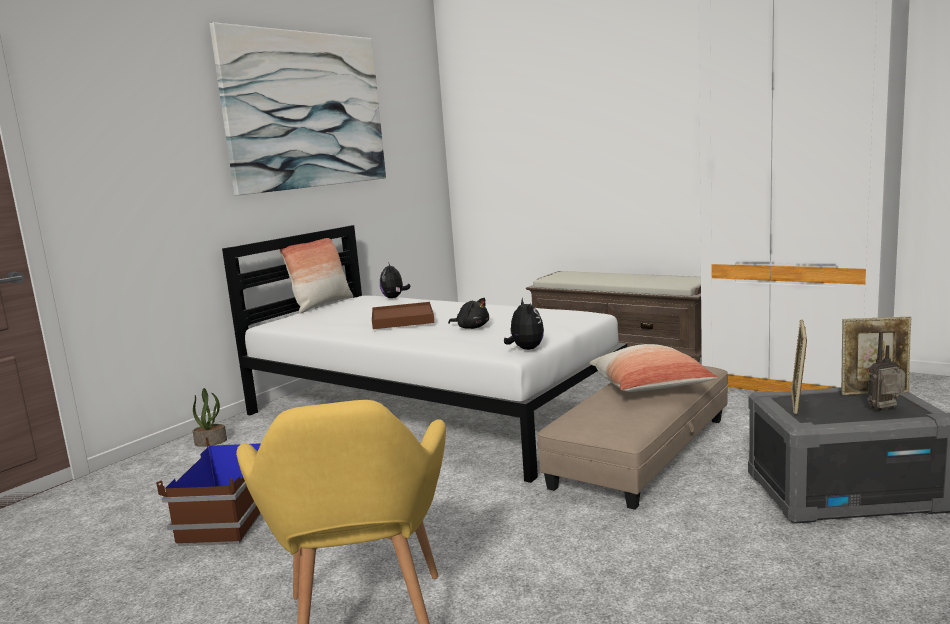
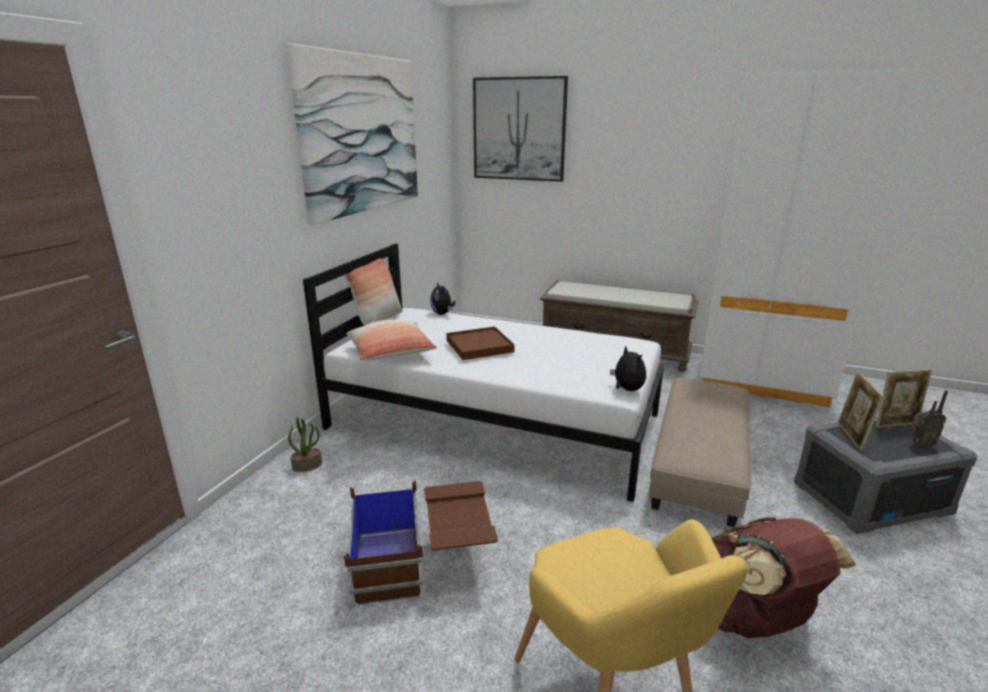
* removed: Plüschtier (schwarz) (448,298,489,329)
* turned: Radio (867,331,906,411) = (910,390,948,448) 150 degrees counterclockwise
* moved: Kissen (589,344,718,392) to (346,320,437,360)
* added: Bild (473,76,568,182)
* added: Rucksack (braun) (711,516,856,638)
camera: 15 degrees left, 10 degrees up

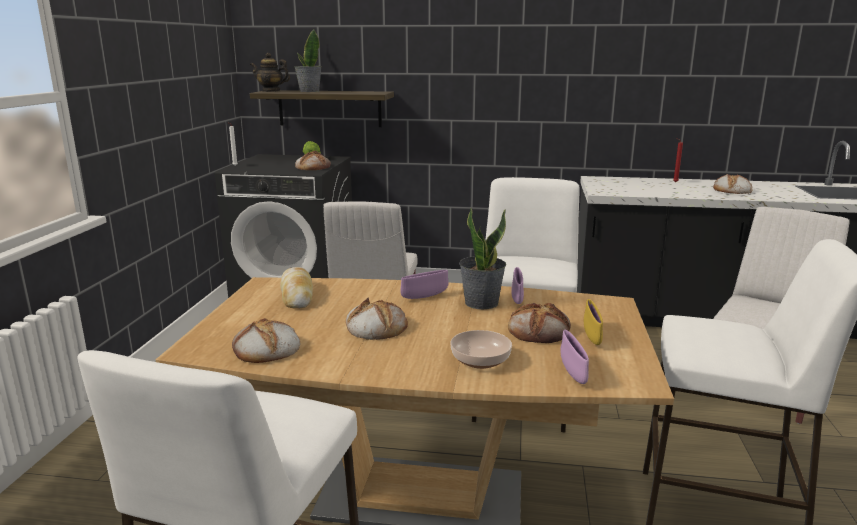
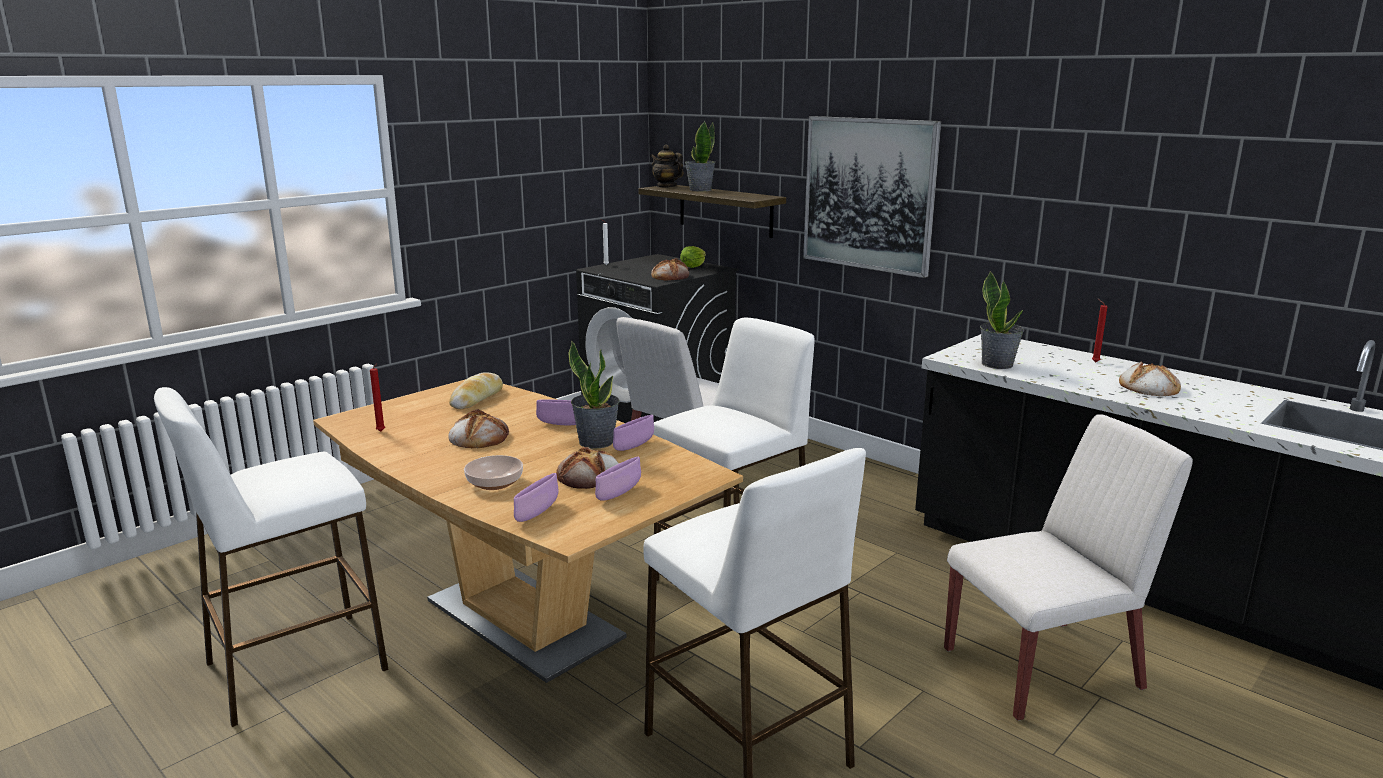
* recoloured: Schüssel (gelb) (584,299,603,345) to Schüssel (lila) (595,457,641,501)
* replaced: Brot (232,318,300,363) to Kerze (rot) (370,364,385,431)
* added: Bild (803,116,941,278)
* added: Topfpflanze (980,271,1024,369)
camera: 35 degrees right, 0 degrees up

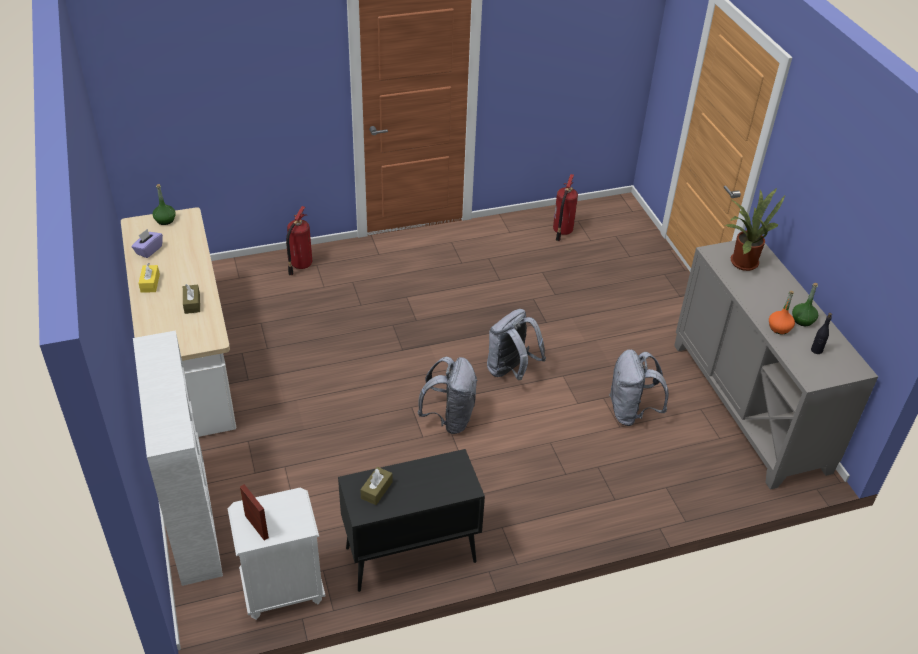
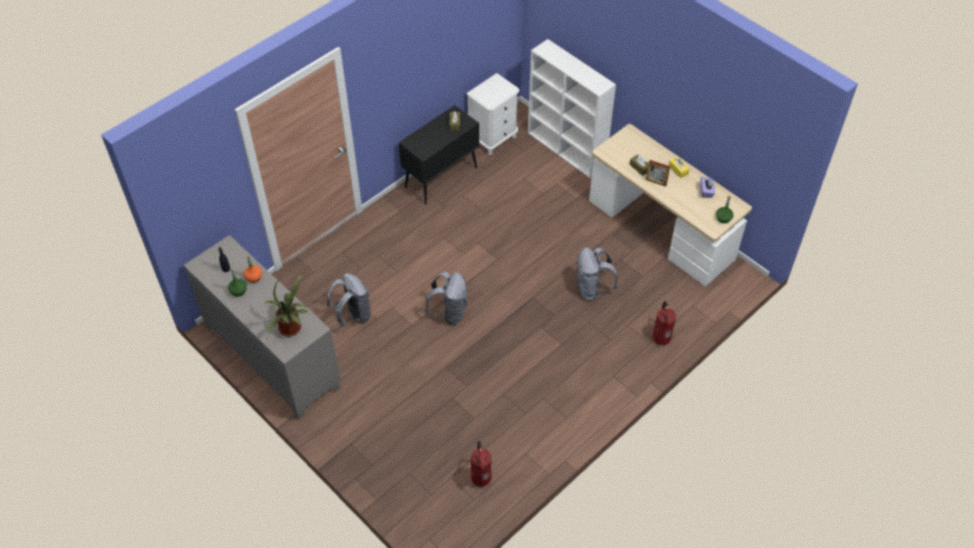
* moved: Rucksack (grau) (417,357,478,434) to (575,247,618,300)
* moved: Bilderrahmen (240,484,269,541) to (646,160,670,187)
camera: 155 degrees right, 10 degrees up

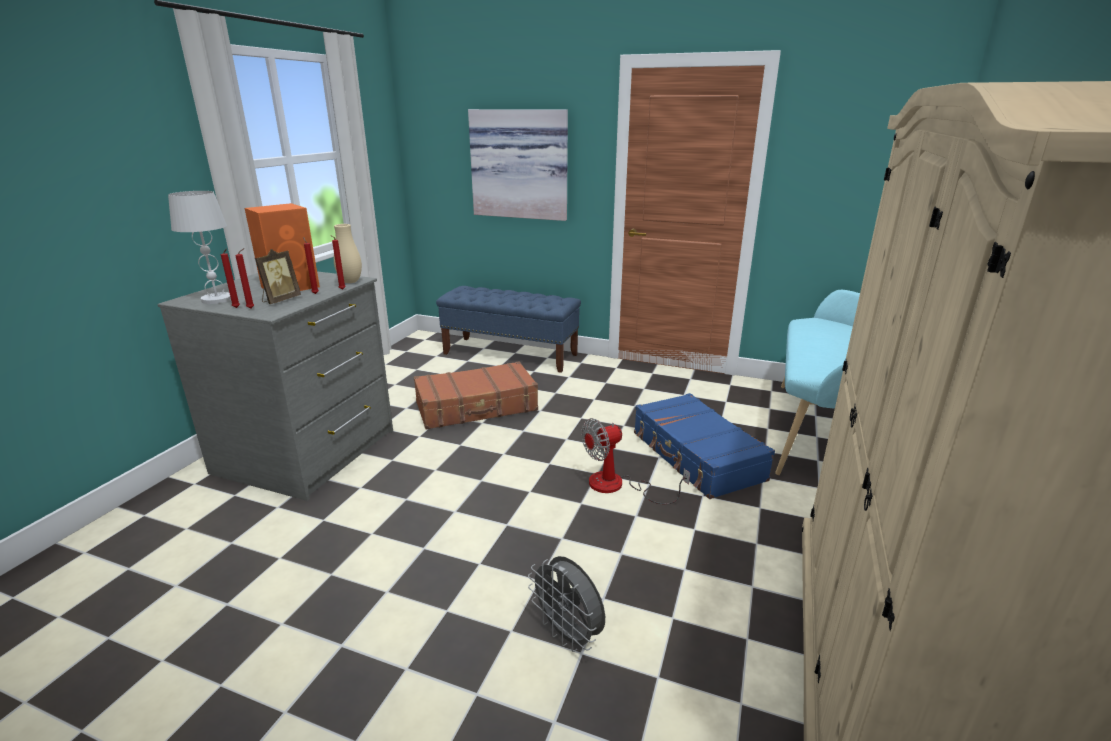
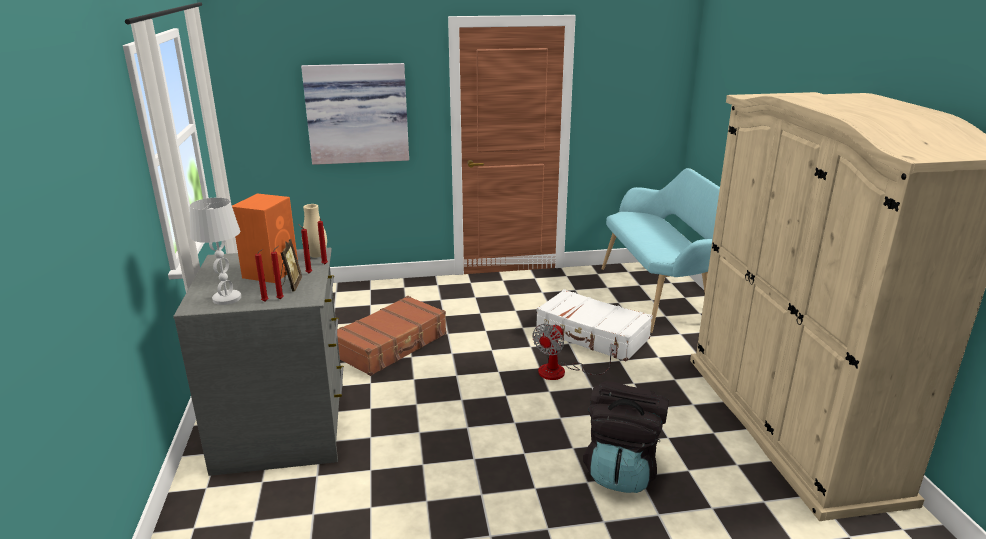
* removed: Bank (blau) (436,286,581,373)
* recoloured: Koffer (blau) (634,393,775,499) to Koffer (weiß) (536,289,653,361)
* replaced: Ventilator (grau) (528,556,605,652) to Rucksack (schwarz) (583,381,669,493)
camera: 30 degrees left, 0 degrees up

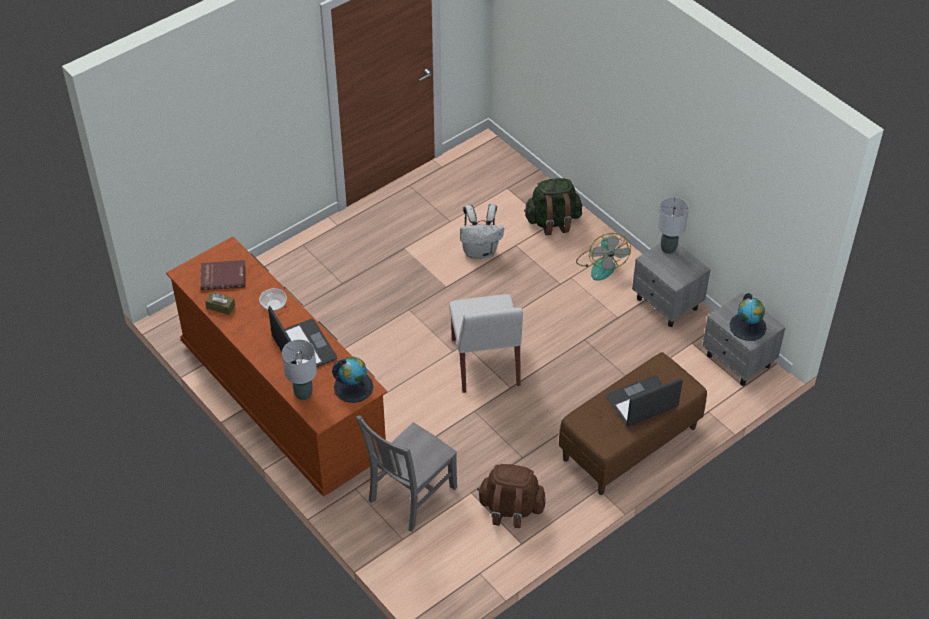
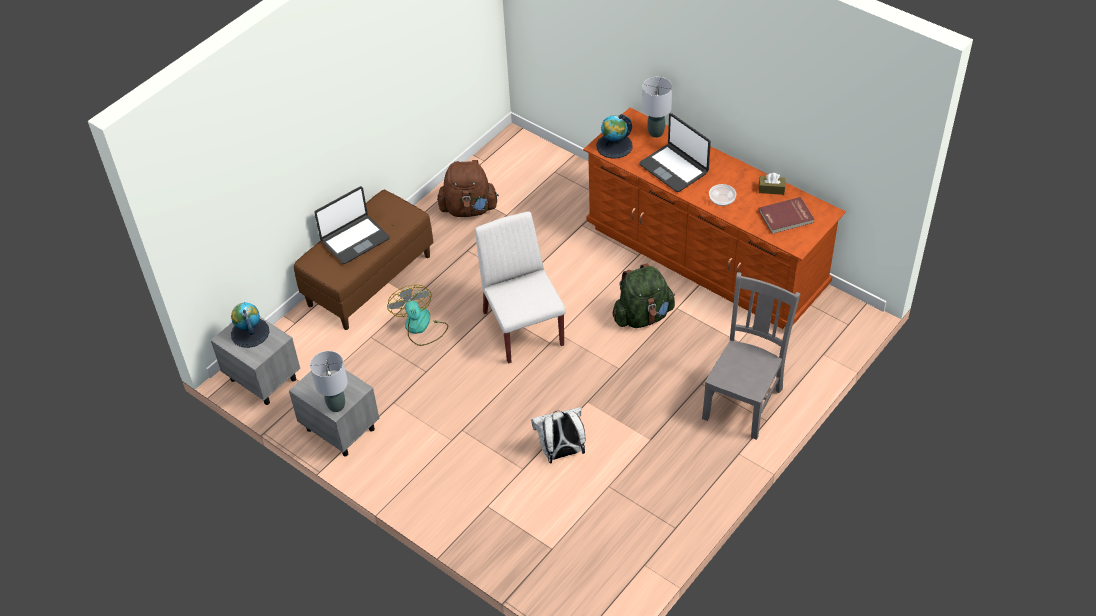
* moved: Rucksack (grün) (524,178,582,235) to (612,263,675,328)
* moved: Ventilator (576,233,631,281) to (387,285,448,346)
* moved: Stuhl (grau) (356,415,457,532) to (702,272,800,440)
camera: 170 degrees right, 0 degrees up

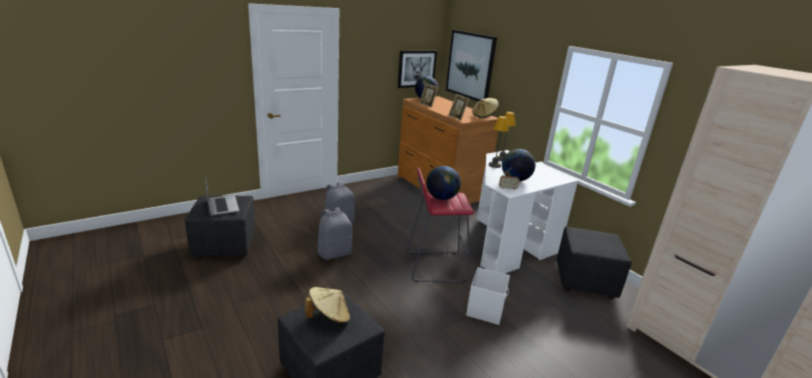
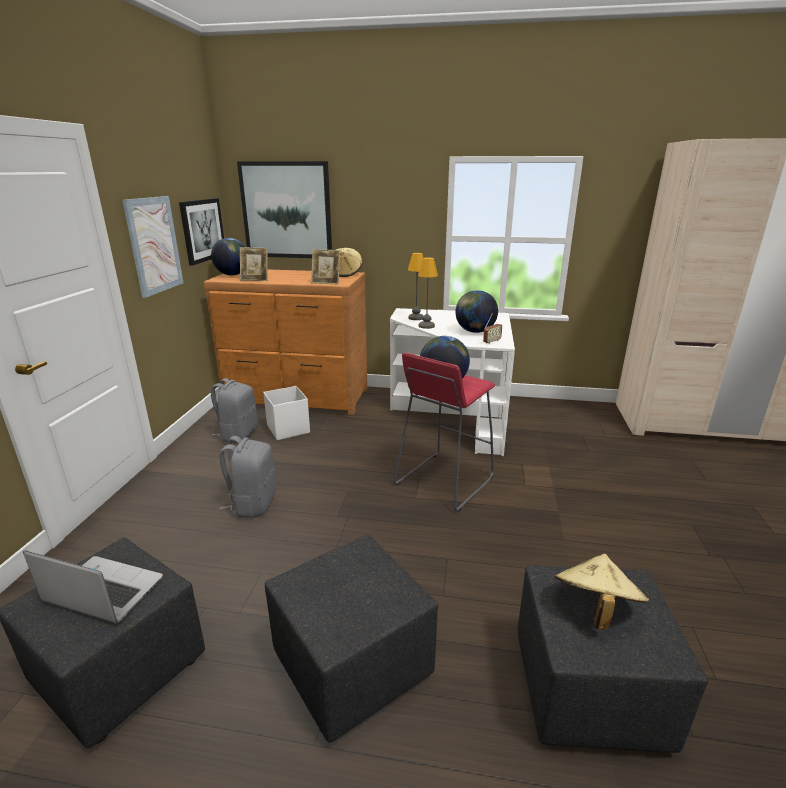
* moved: Rucksack (grau) (317,207,352,260) to (210,378,258,443)
* moved: Polsterhocker (schwarz) (557,227,632,299) to (265,534,438,743)
* moved: Aufbewahrungsbox (weiß) (466,267,510,325) to (263,386,310,440)
* added: Bild (122,196,183,298)
camera: 45 degrees left, 0 degrees up

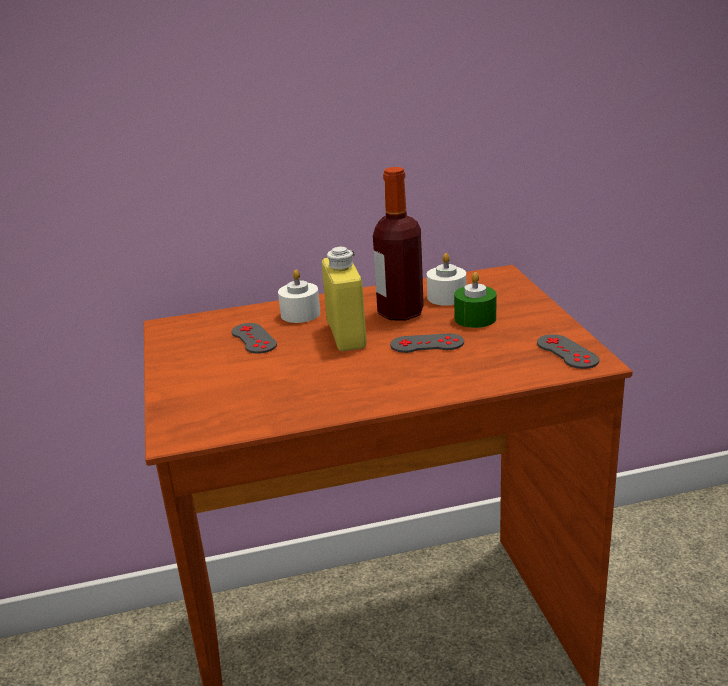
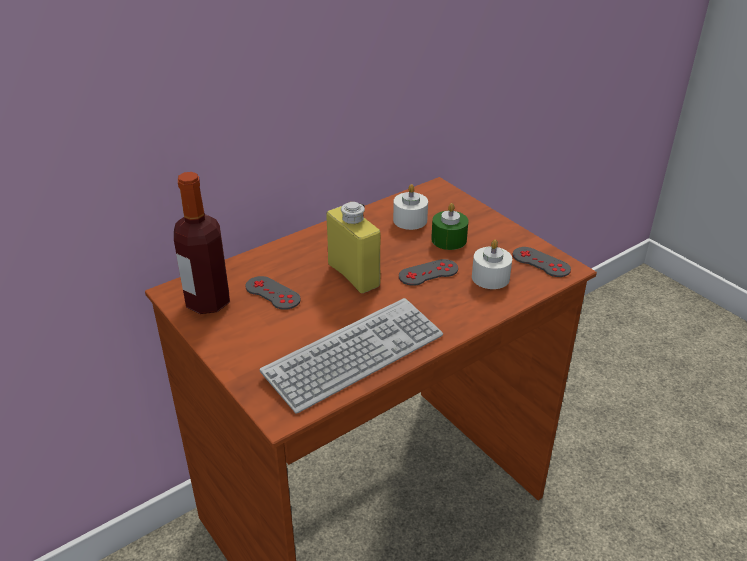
* moved: Flasche (373,167,424,321) to (174,172,230,314)
* moved: Kerze (weiß) (278,270,320,323) to (472,240,512,289)
* added: Tastatur (260,298,443,414)
camera: 25 degrees left, 10 degrees up

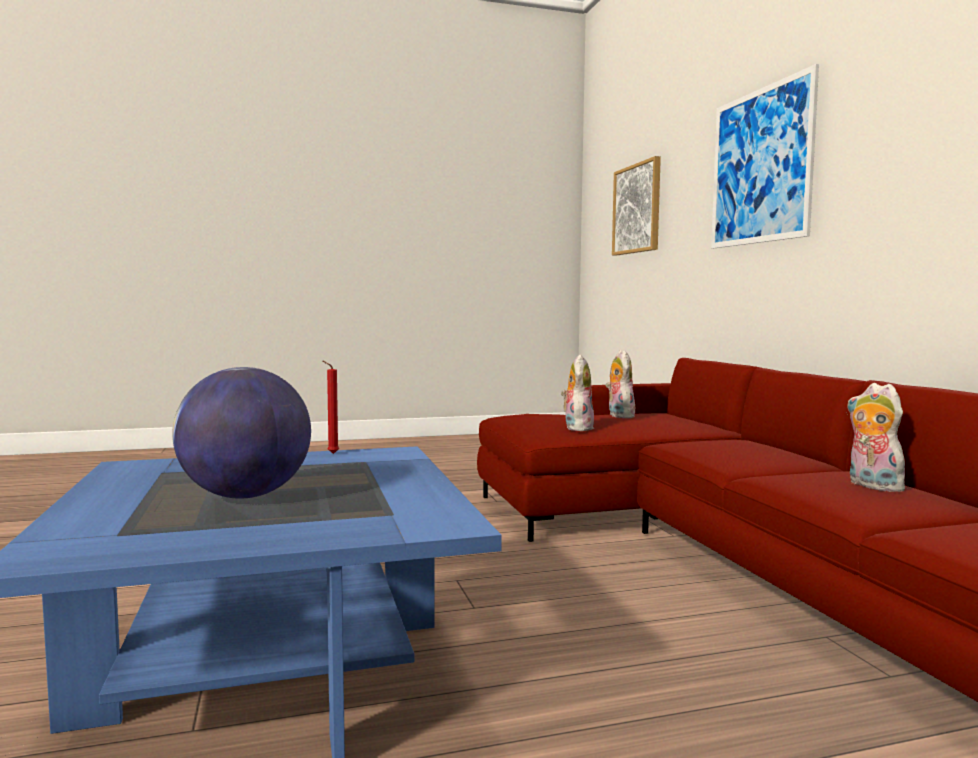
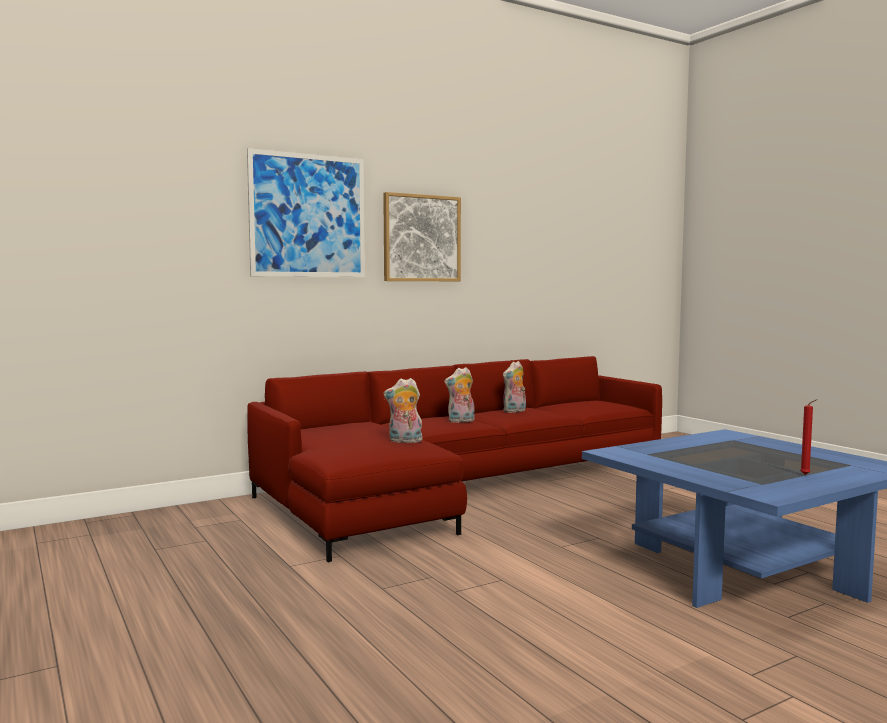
* moved: Bild (612,156,661,255) to (383,192,461,281)
* moved: Plüschtier (606,350,635,419) to (444,367,475,423)
* moved: Kerze (rot) (323,361,339,454) to (800,399,818,475)
* removed: Globus (172,367,311,499)
camera: 105 degrees left, 0 degrees up

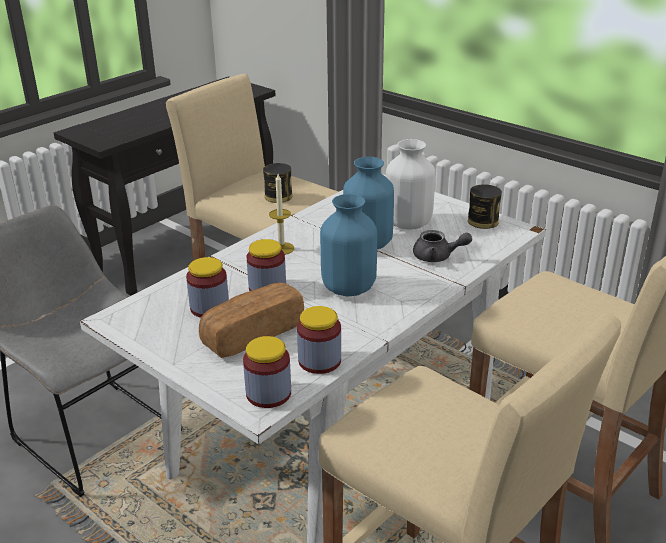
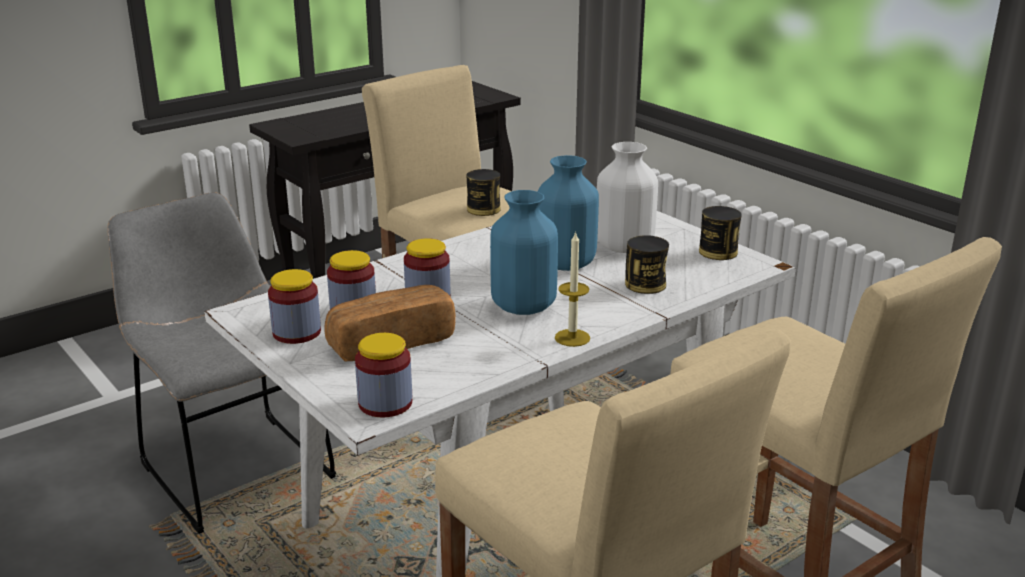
* moved: Kerze (269,174,294,255) to (555,231,590,347)
* replaced: Teekanne (grau) (413,230,472,262) to Dose (625,235,669,294)
* moved: Vorratsglas (297,306,341,374) to (268,269,321,344)
camera: 10 degrees right, 5 degrees down

